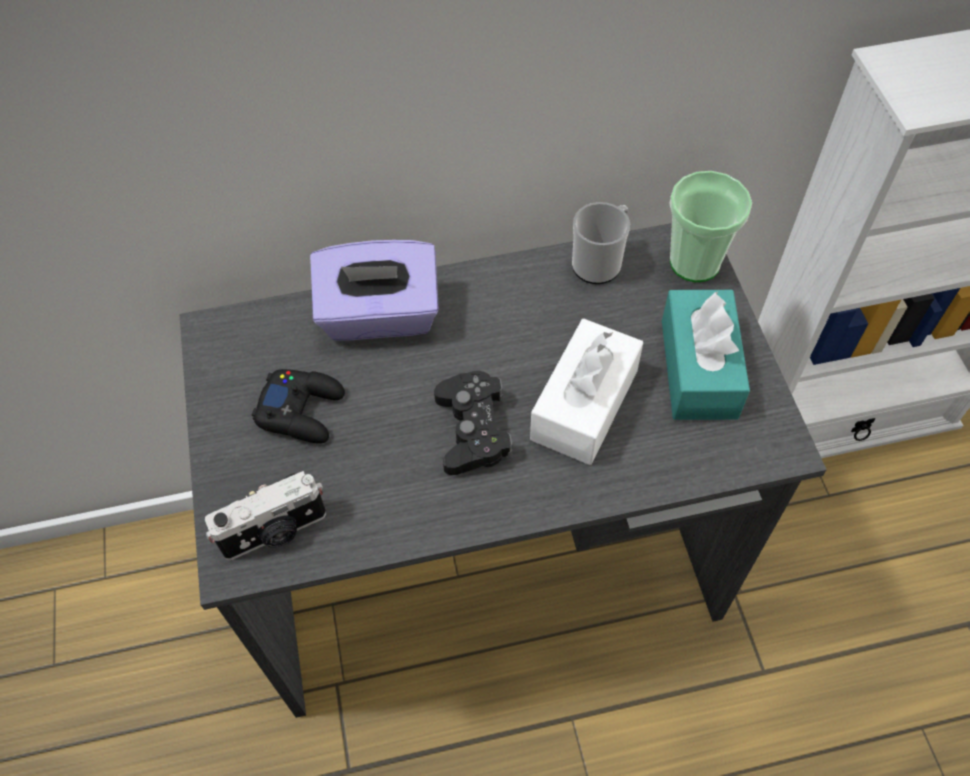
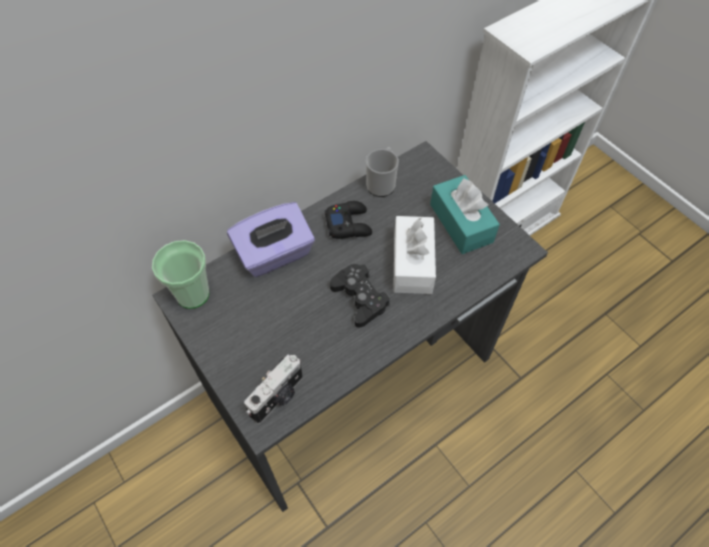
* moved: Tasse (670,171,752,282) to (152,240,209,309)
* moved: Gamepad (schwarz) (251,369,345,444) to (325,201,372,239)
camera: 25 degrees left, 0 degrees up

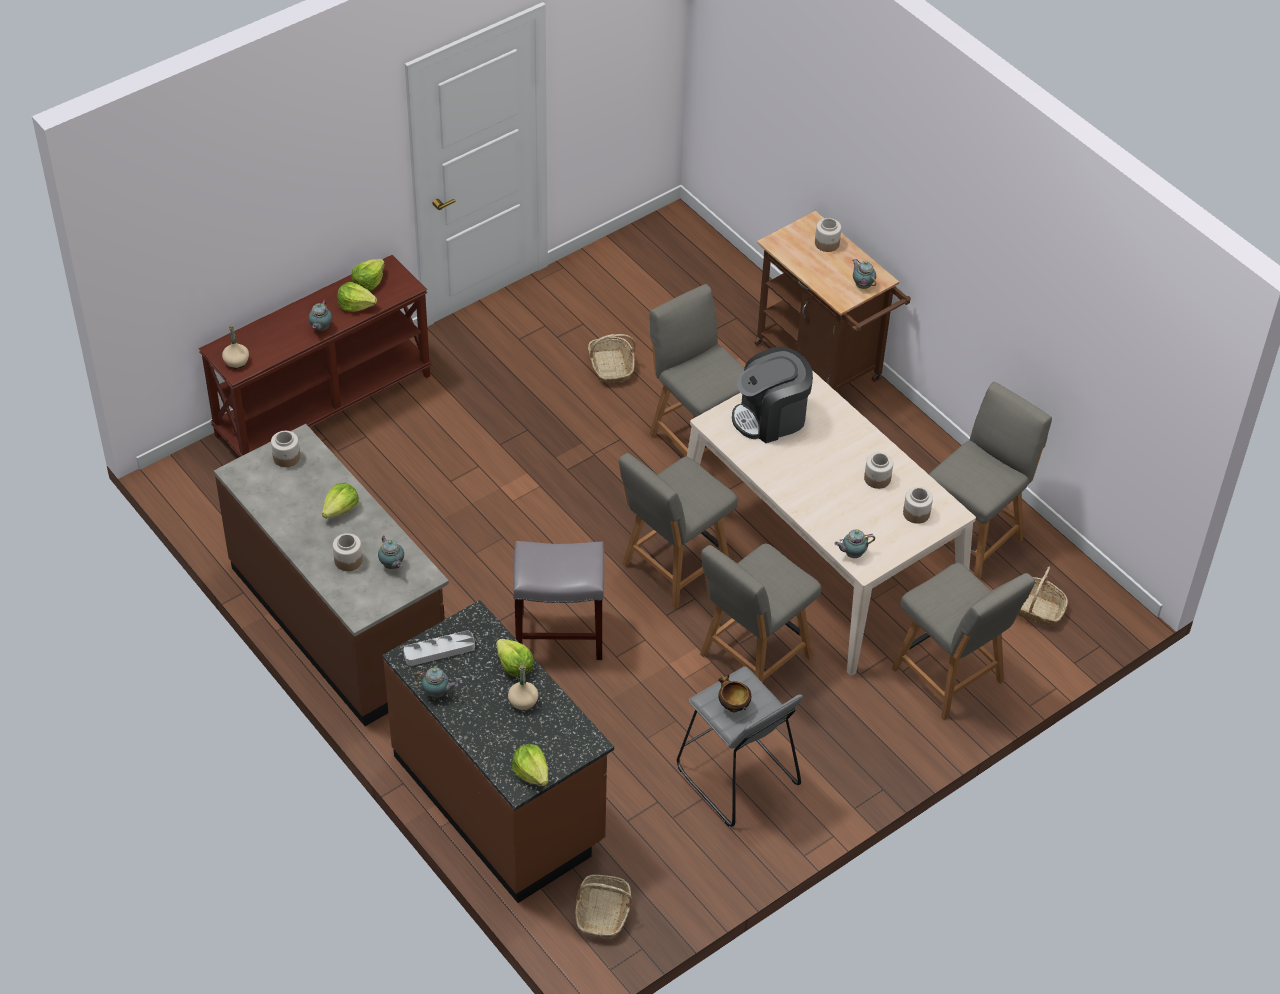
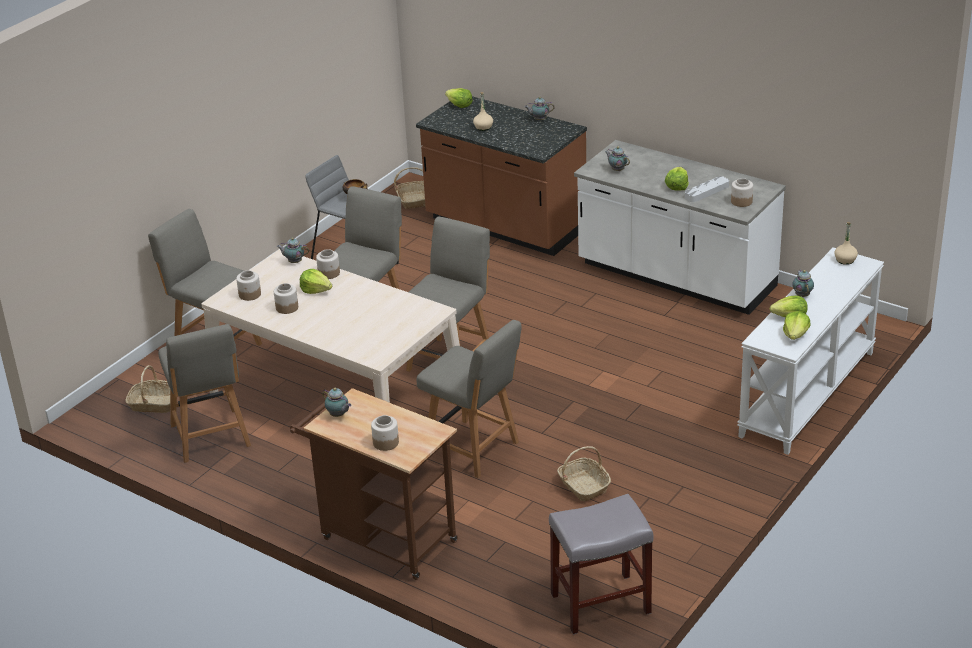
* recoloured: Konsolentisch (braun) (199,255,432,457) to Konsolentisch (weiß) (737,247,884,455)
* removed: Kaffeemaschine (732,347,813,443)
* turned: Stuhl (grau) (929,382,1052,580) = (158,324,251,463) 45 degrees counterclockwise
* recoloured: Küchenzeile (braun) (214,424,449,726) to Küchenzeile (weiß) (574,140,786,315)
* turned: Teekanne (834,529,875,558) = (277,238,309,263) 135 degrees counterclockwise
* moved: Vorratsglas (333,533,363,571) to (316,249,340,279)
* moved: Hocker (grau) (513,541,604,661) to (549,494,653,635)
* moved: Tablett (grau) (403,631,475,666) to (685,176,729,202)
* moved: Salatkopf (496,639,534,677) to (300,269,332,294)
camera: 165 degrees right, 15 degrees down

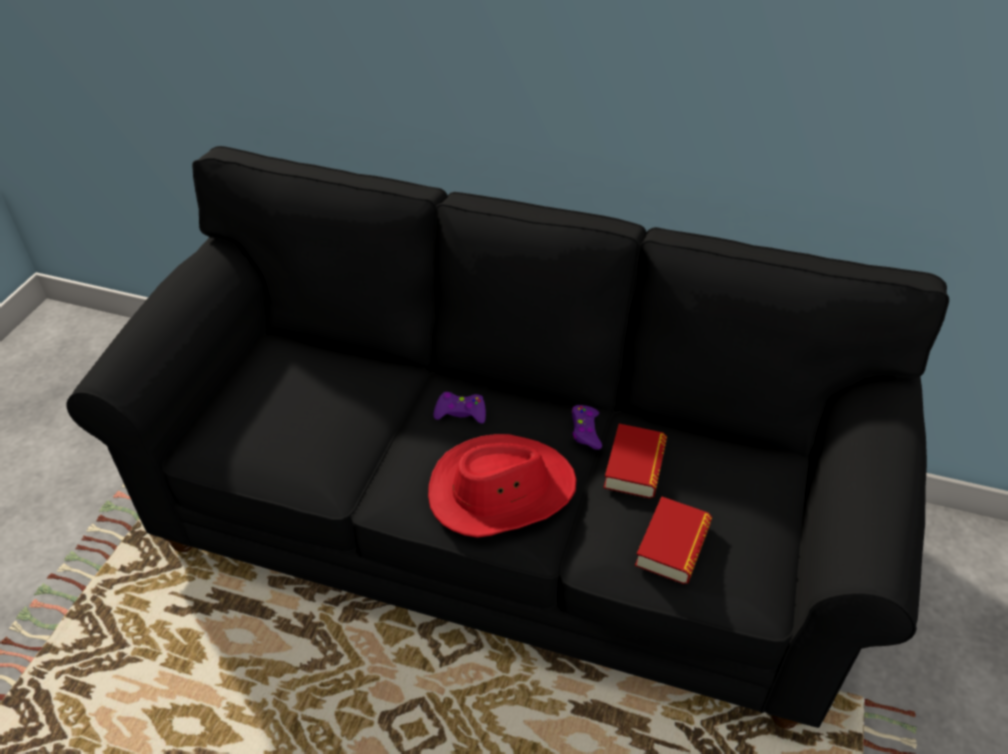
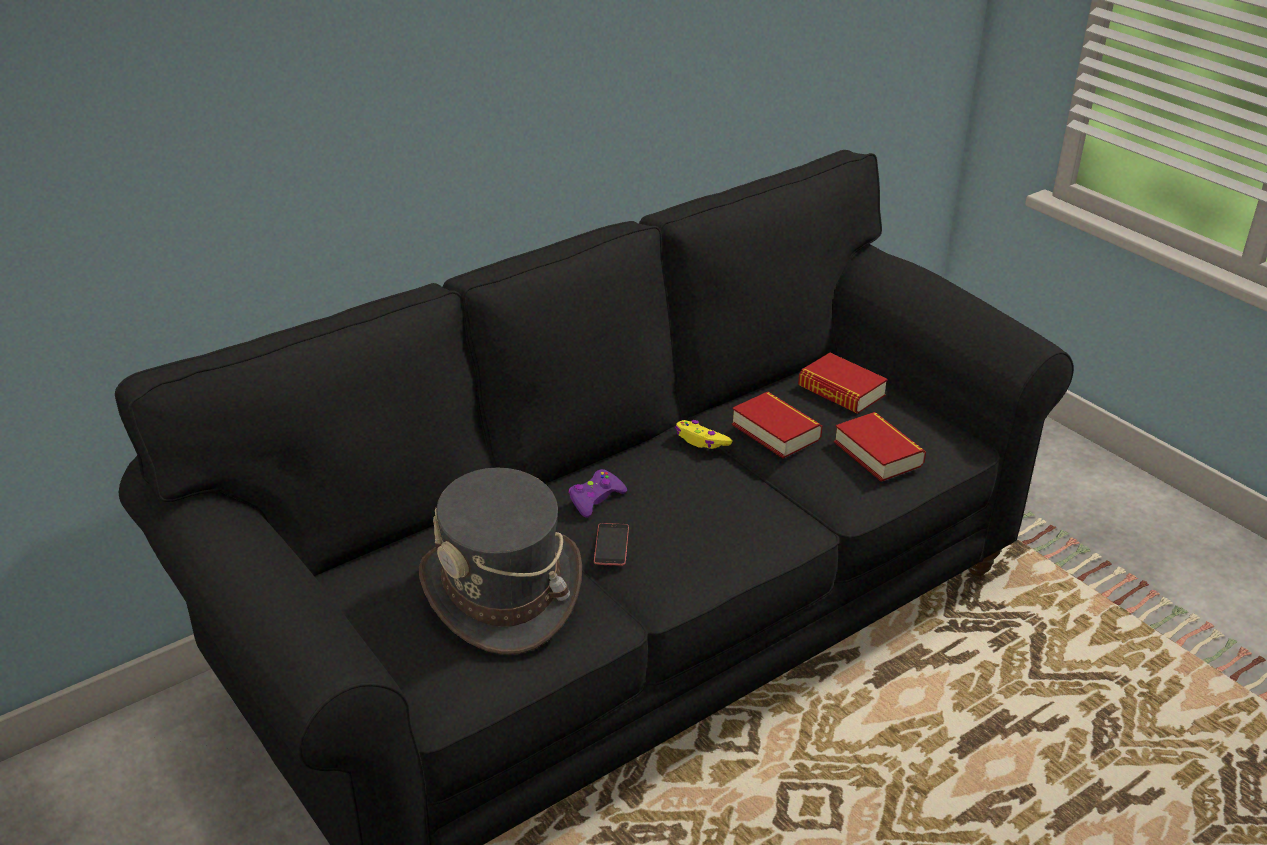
* recoloured: Gamepad (lila) (572,405,602,450) to Gamepad (gelb) (675,420,732,449)
* removed: Hut (rot) (428,434,577,538)
* added: Buch (798,353,888,414)
* added: Hut (grau) (419,467,582,655)
* added: Handy (594,523,629,566)
camera: 55 degrees left, 10 degrees down

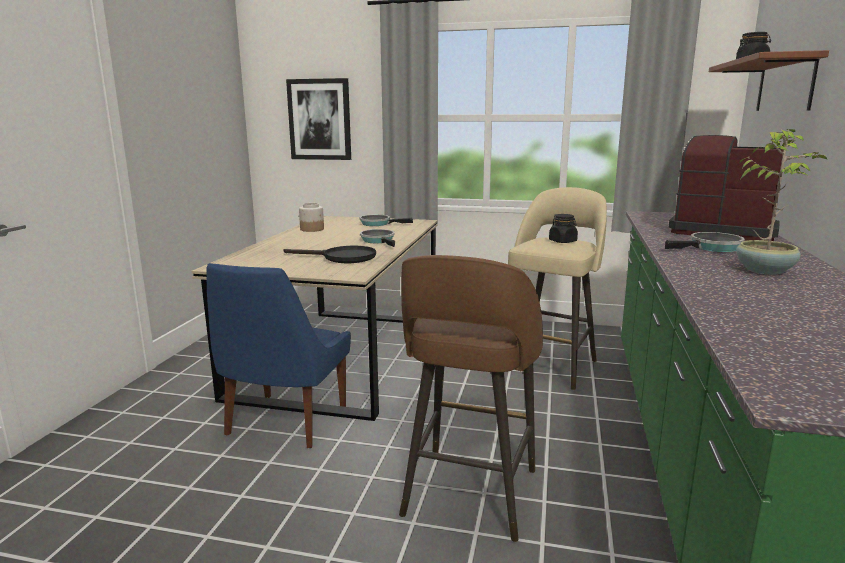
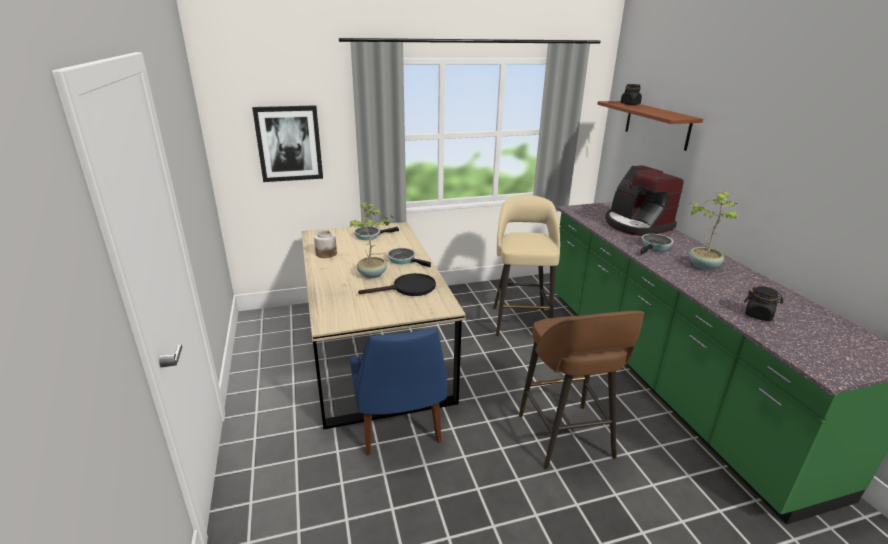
* turned: Kaffeemaschine (669,135,783,241) = (605,165,684,236) 120 degrees counterclockwise
* moved: Vorratsglas (schwarz) (549,214,578,243) to (744,286,783,321)
* added: Topfpflanze (349,202,393,279)
camera: 30 degrees left, 10 degrees up

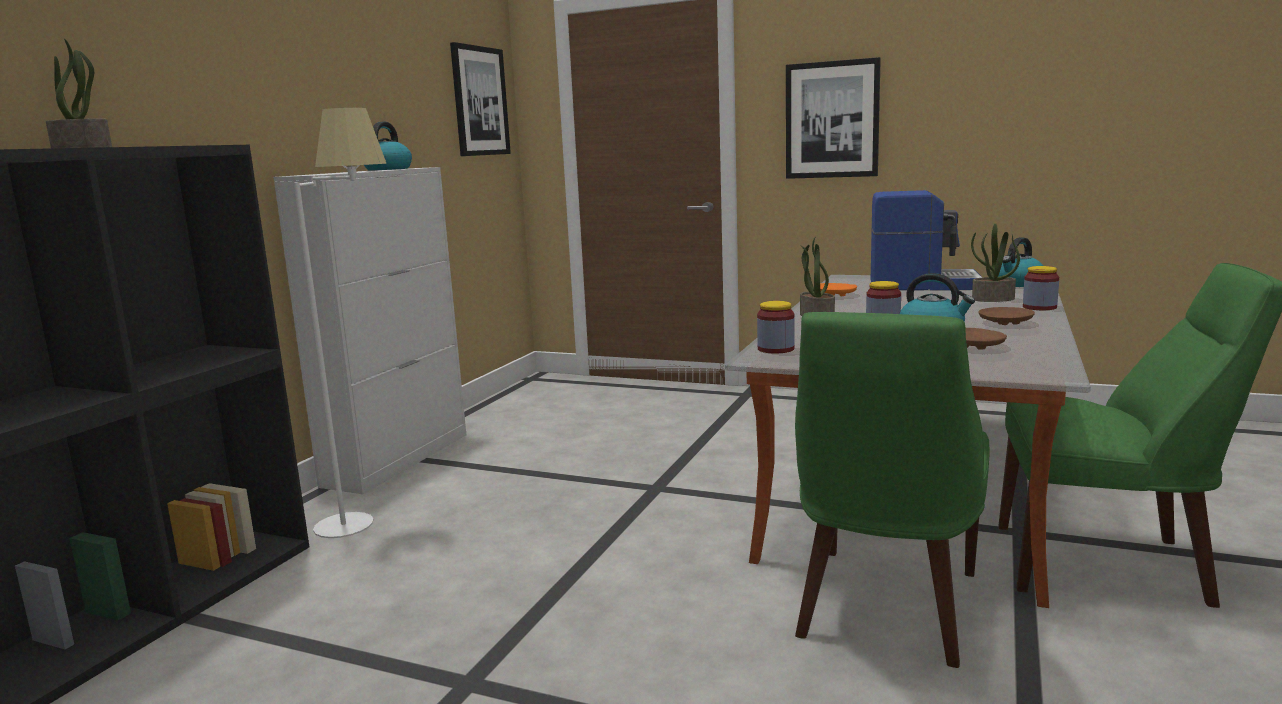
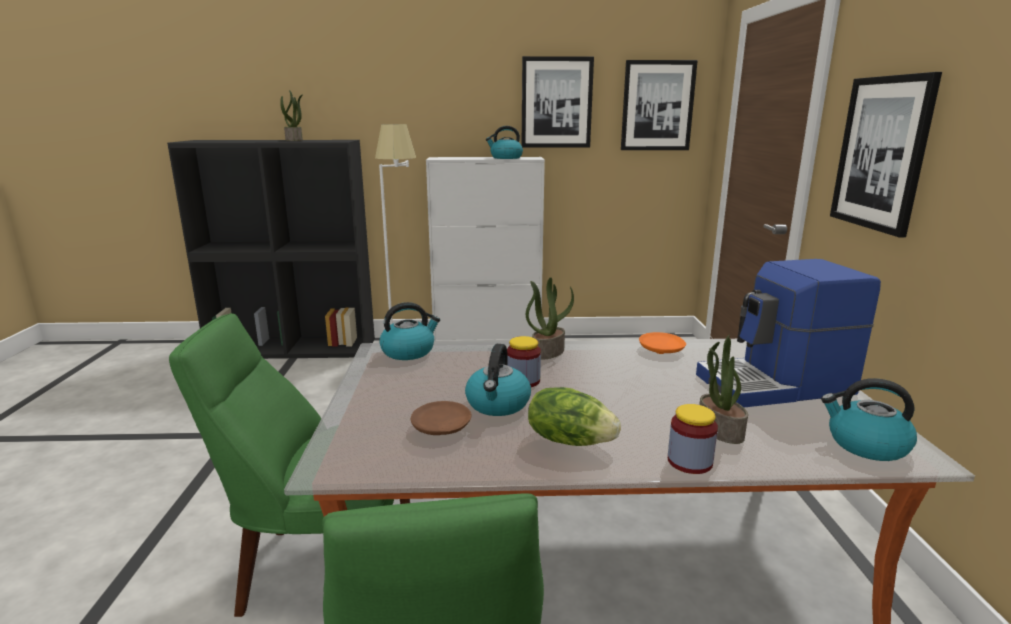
* turned: Kaffeemaschine (871,190,983,290) = (696,259,881,407) 90 degrees clockwise
* replaced: Vorratsglas (757,301,795,354) to Wasserkessel (379,302,440,360)
* replaced: Teller (braun) (978,307,1035,325) to Salatkopf (528,387,621,446)
* added: Bild (522,56,594,148)
camera: 65 degrees right, 5 degrees up

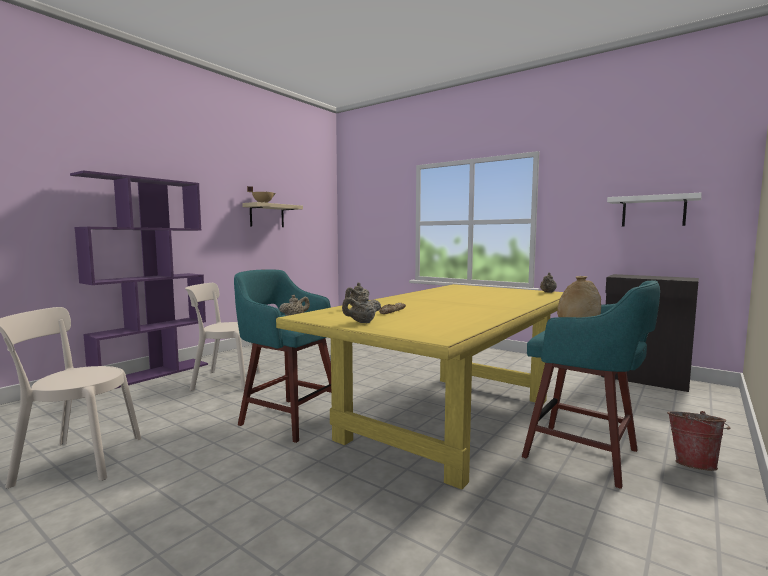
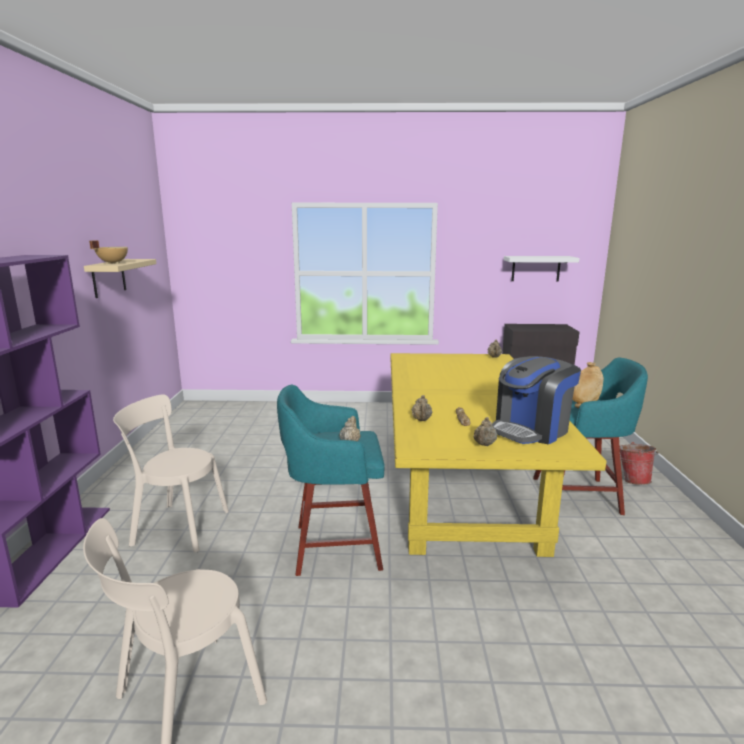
* turned: Stuhl (beige) (185,283,261,391) = (113,394,229,552) 45 degrees clockwise
* added: Kaffeemaschine (492,356,581,445)
camera: 35 degrees left, 10 degrees up

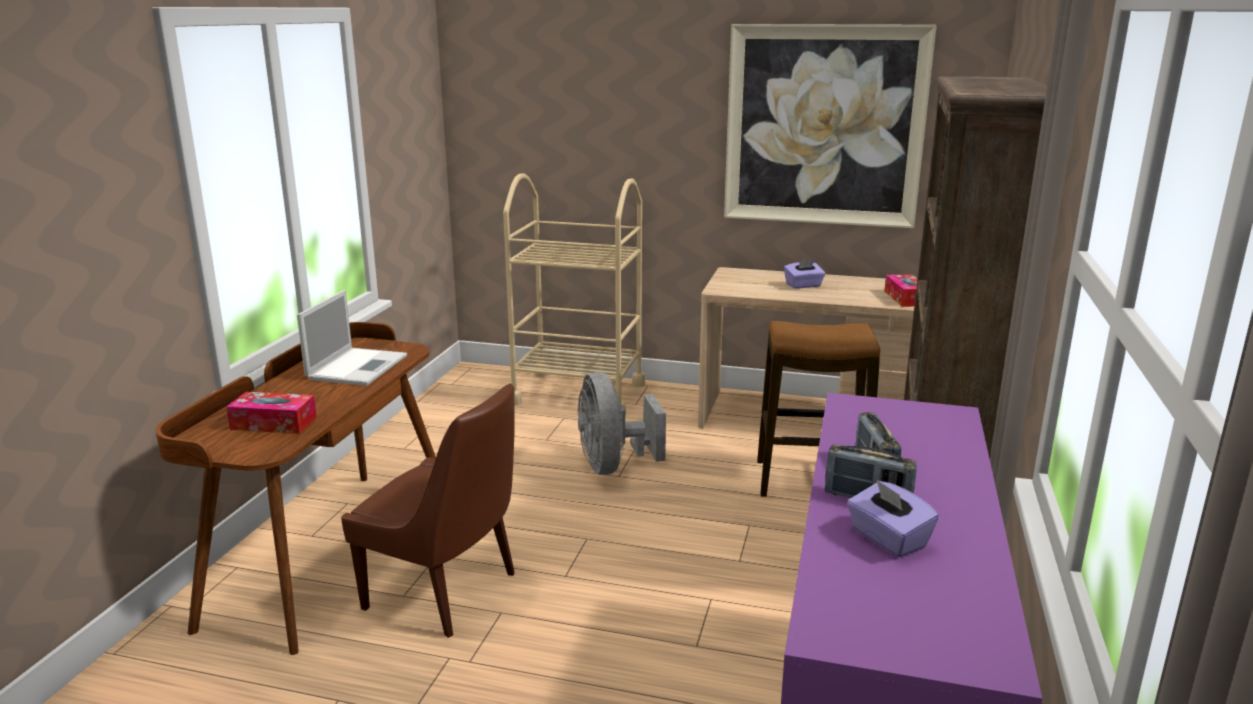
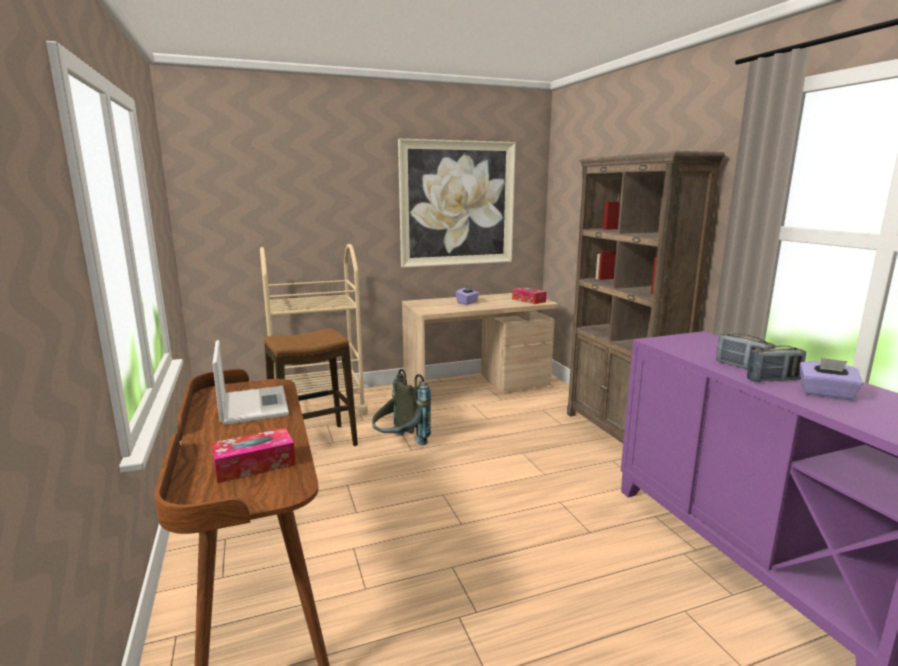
* moved: Hocker (757,321,880,497) to (264,328,358,446)
* replaced: Ventilator (grau) (578,372,666,475) to Rucksack (grau) (372,369,431,445)
* removed: Stuhl (braun) (341,383,515,638)
camera: 35 degrees left, 5 degrees down

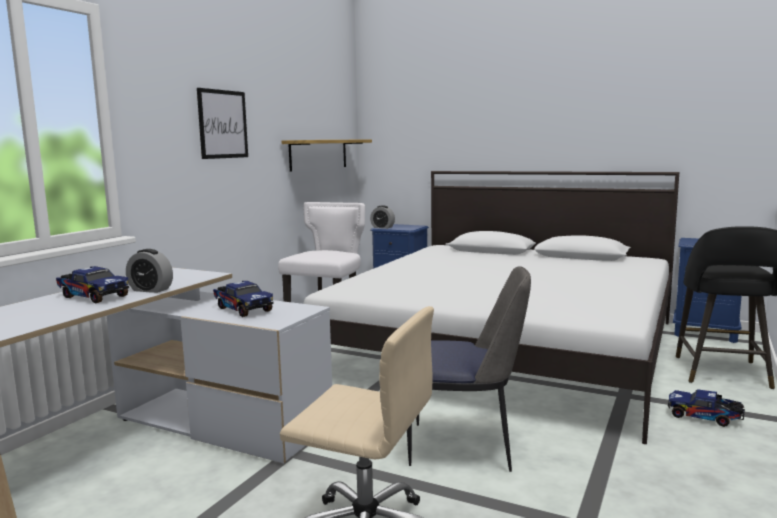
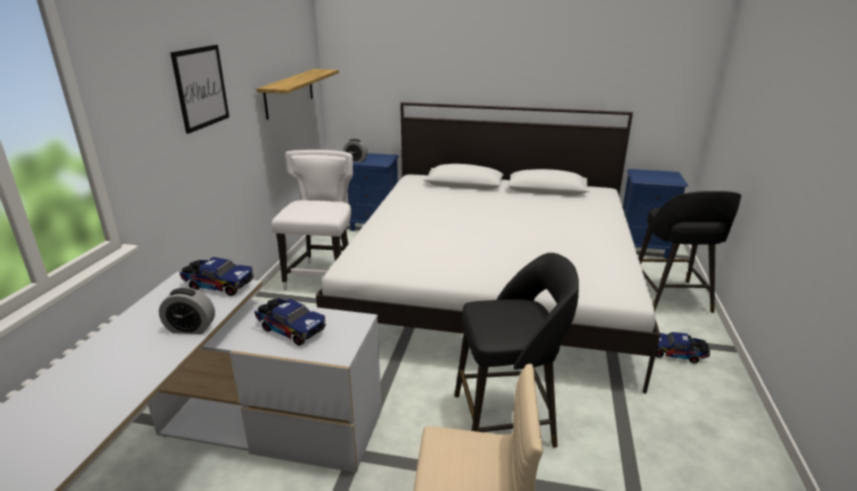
* moved: Spielzeuglaster (56,266,129,304) to (180,257,254,296)
* replaced: Stuhl (407,266,531,472) to Hocker (schwarz) (455,253,579,448)
camera: 15 degrees left, 15 degrees up

